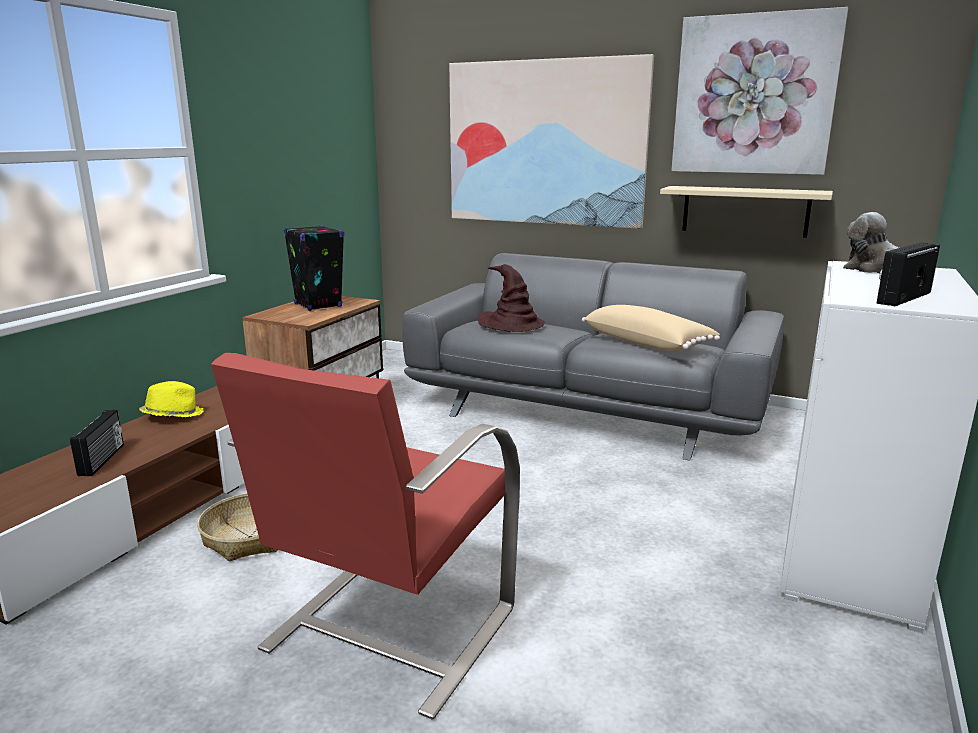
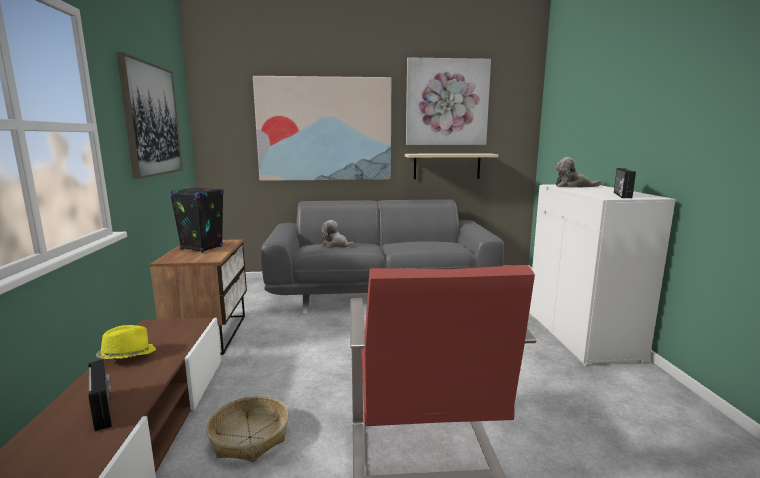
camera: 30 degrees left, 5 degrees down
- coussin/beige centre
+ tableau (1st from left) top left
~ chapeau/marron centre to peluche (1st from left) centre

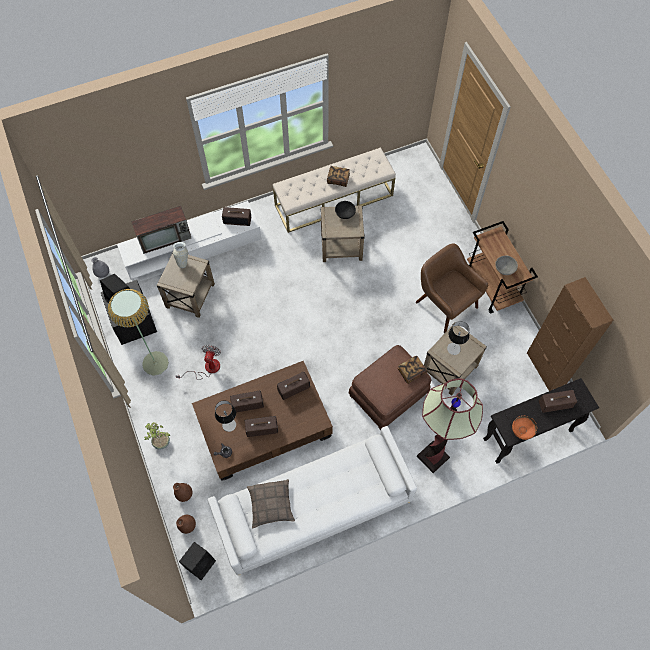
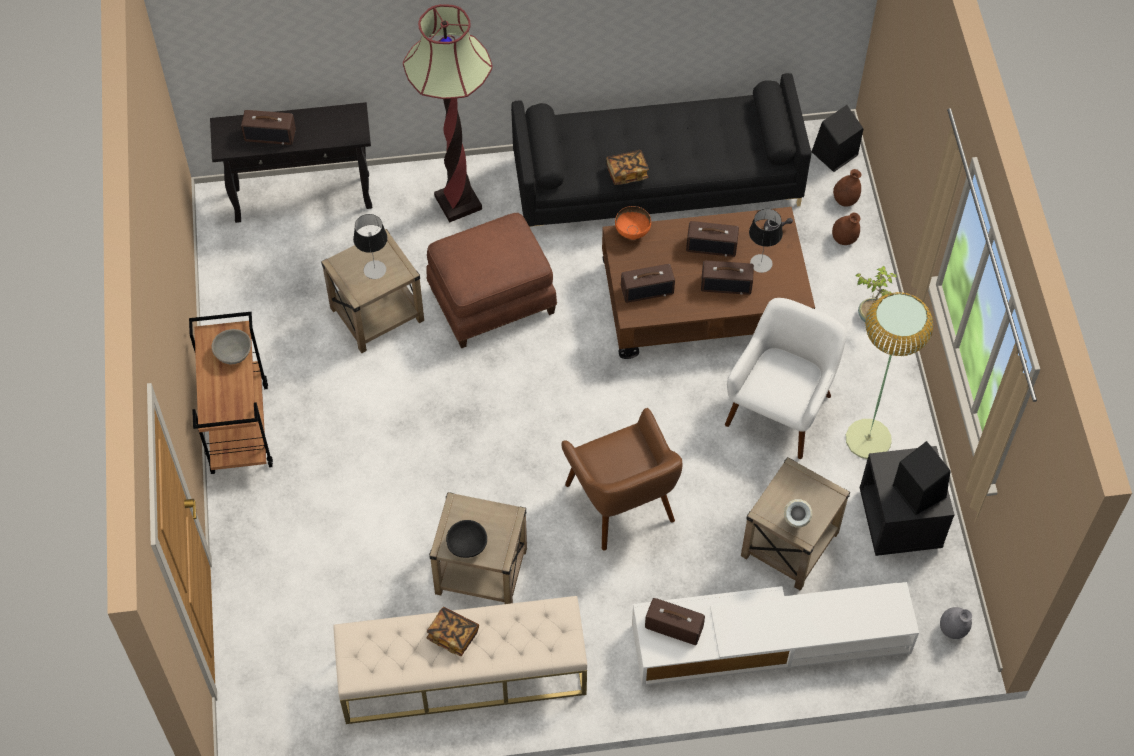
camera: 165 degrees left, 5 degrees down
- téléviseur middle left
- coussin bottom centre
- meuble de rangement/marron middle right
~ livre (2nd from left) centre to top centre
~ fauteuil/marron middle right to centre
~ bol/orange middle right to top centre
~ ventilateur middle left to fauteuil/blanc middle right
~ canapé/blanc bottom centre to canapé/noir top centre

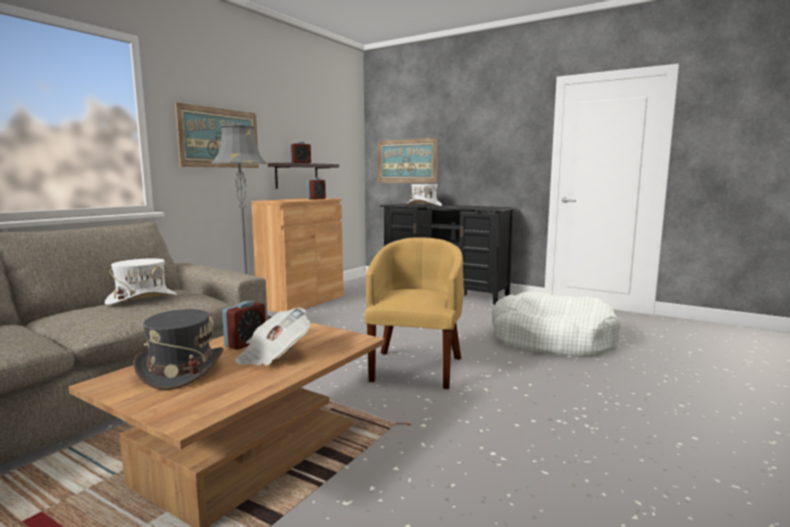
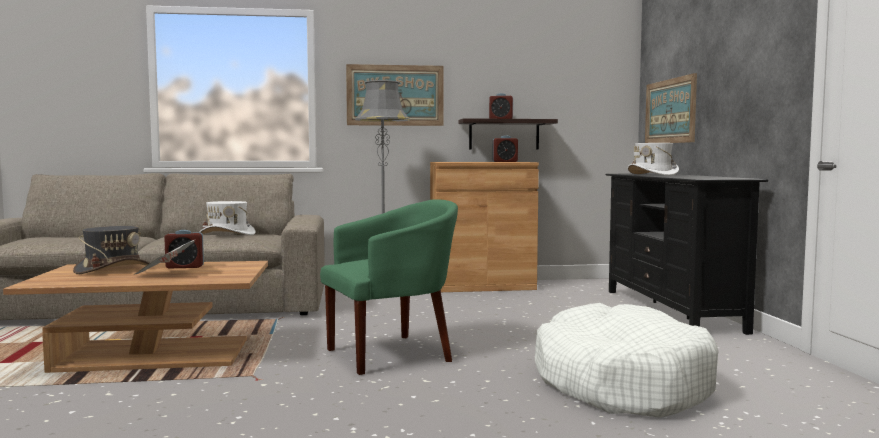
camera: 50 degrees right, 5 degrees down
~ fauteuil/jaune centre to fauteuil/vert centre

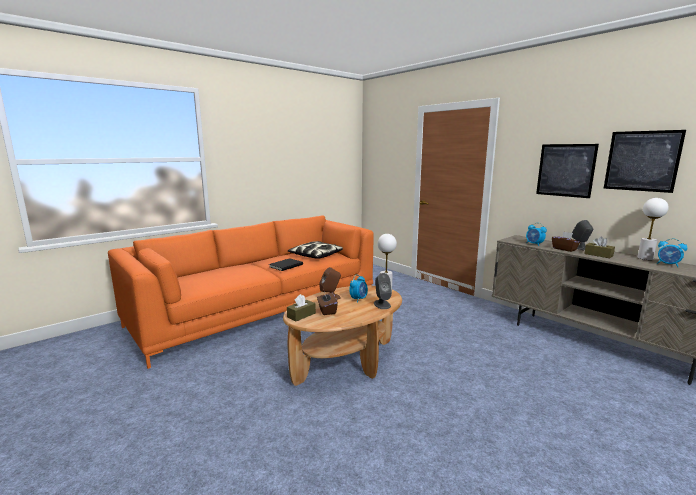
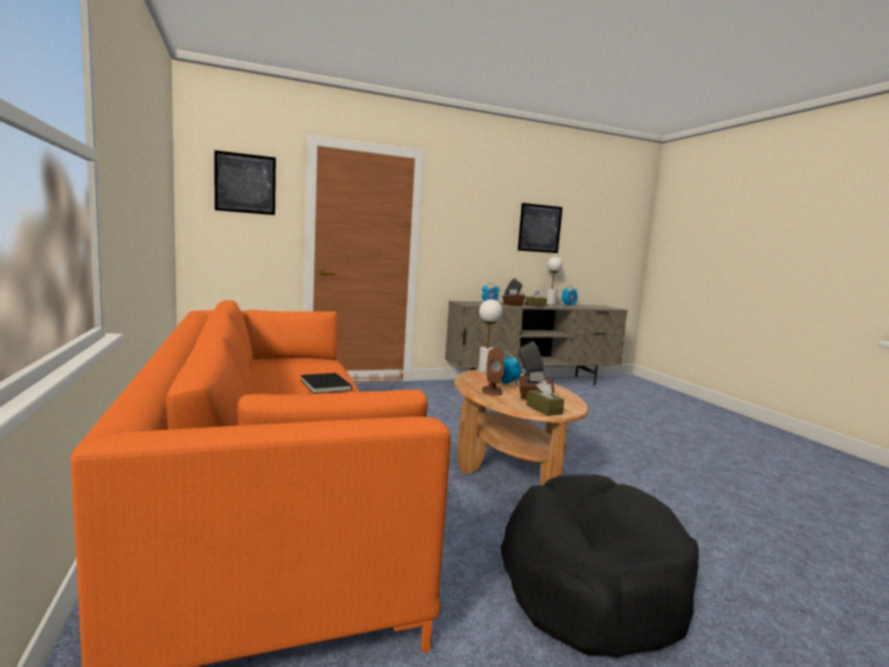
camera: 70 degrees left, 5 degrees down
- coussin centre
+ panier pour chien/noir bottom right
~ tableau (1st from left) middle right to top left

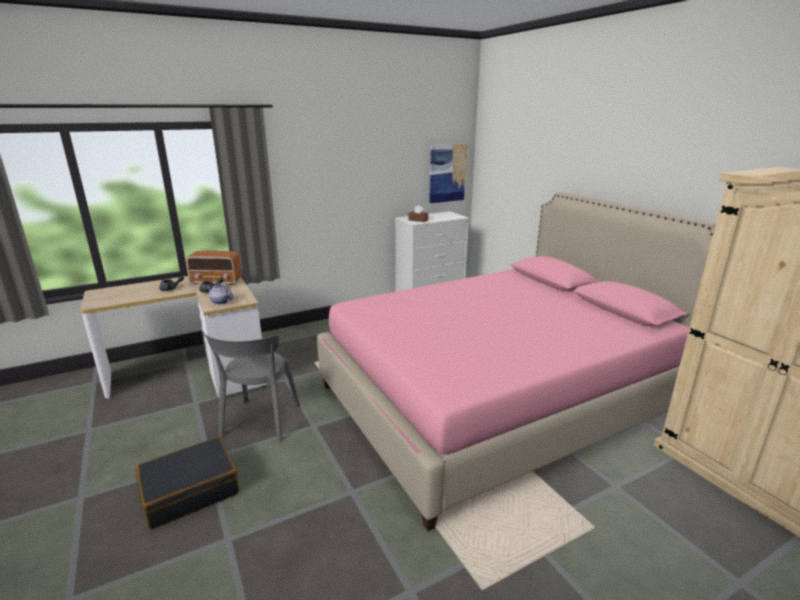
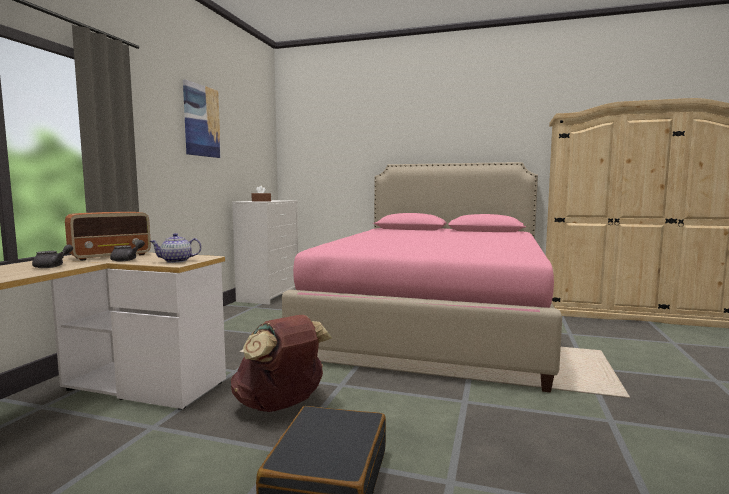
camera: 45 degrees left, 15 degrees down
~ tableau top centre to top left
~ chaise/gris middle left to sac à dos/marron bottom centre

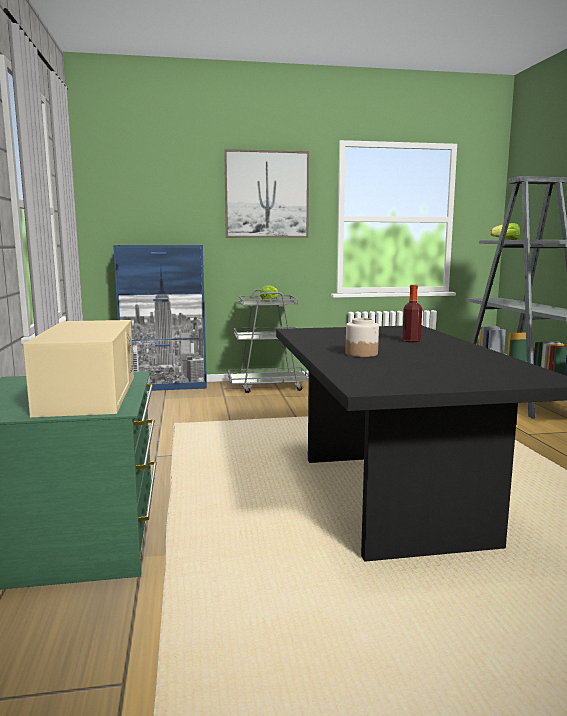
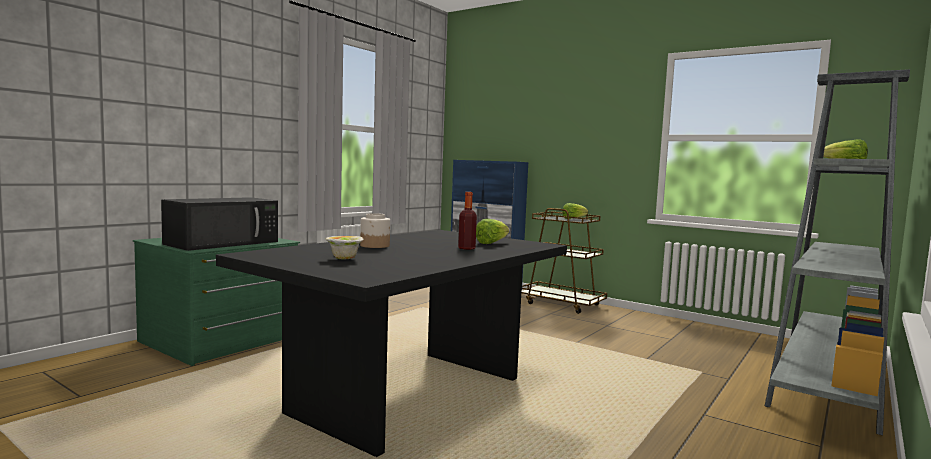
camera: 45 degrees right, 5 degrees down
- tableau top centre
+ bol centre
+ laitue (1st from left) centre
~ micro-ondes/beige middle left to micro-ondes/noir middle left
~ chariot/gris centre to chariot/marron centre

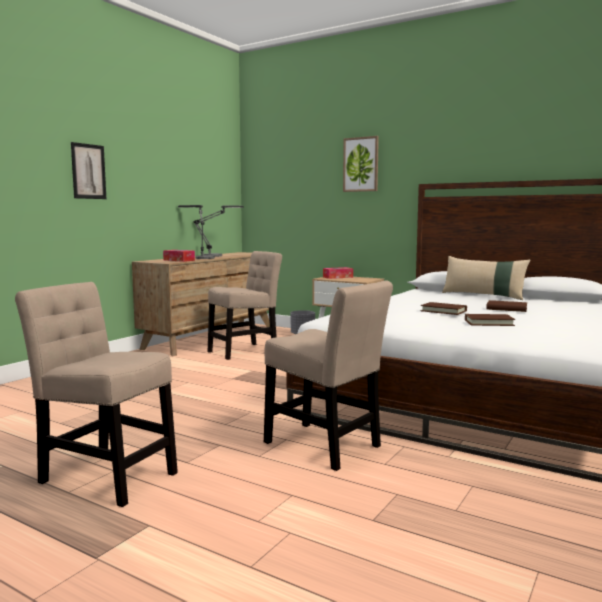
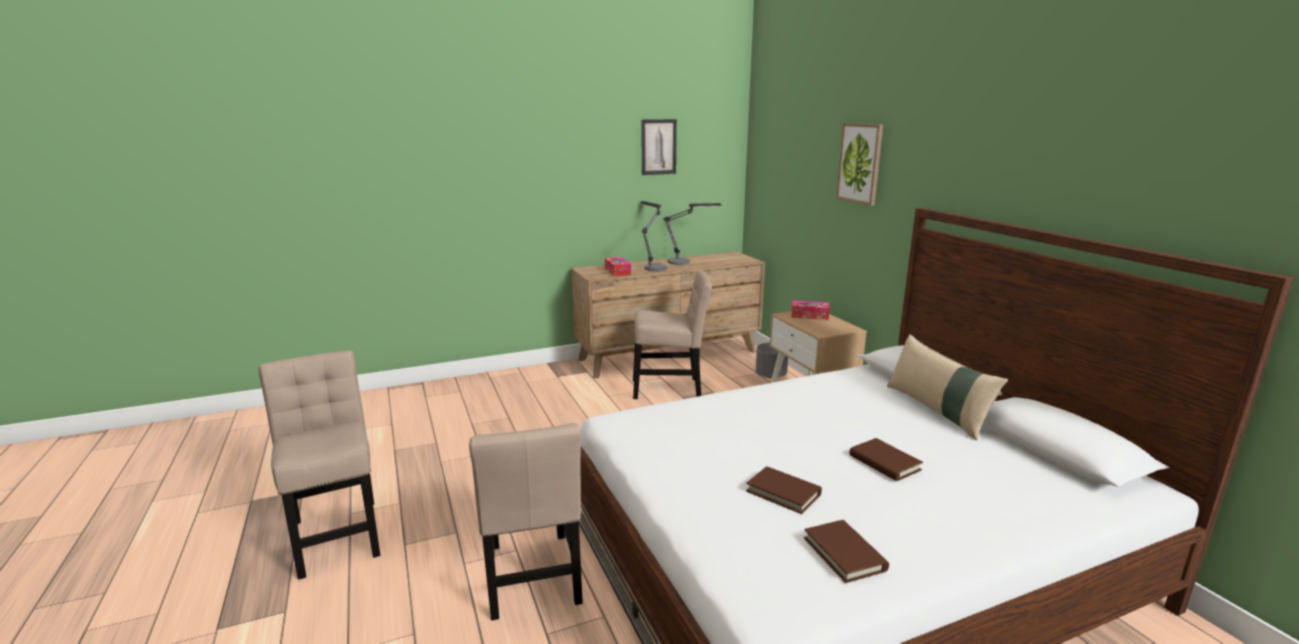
camera: 35 degrees right, 10 degrees up
~ tableau (1st from left) top left to top centre
~ livre/marron (1st from left in the first image) middle right to livre/marron (2nd from left) bottom centre

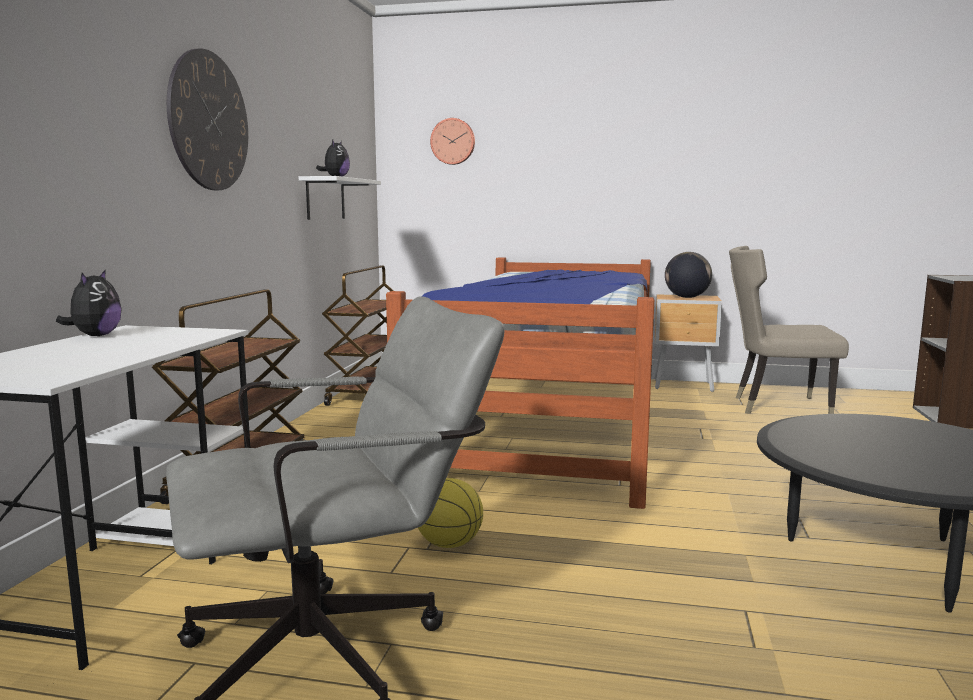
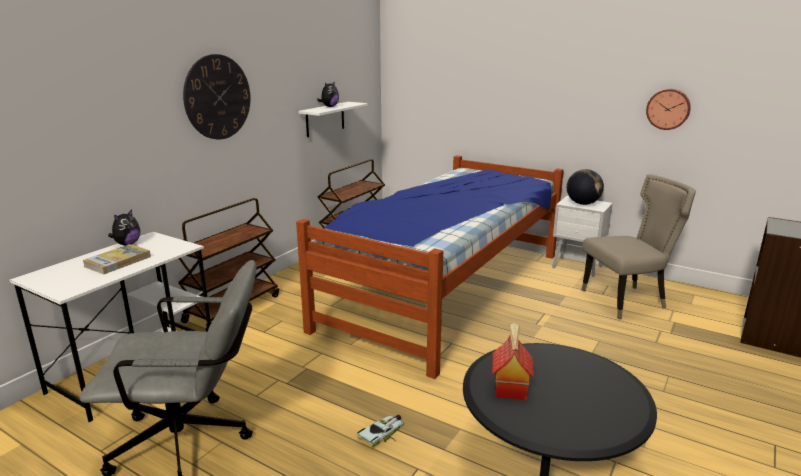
camera: 20 degrees right, 10 degrees up
- ballon de basket bottom centre
+ livre middle left
+ petite voiture bottom centre
+ maison miniature bottom centre
~ horloge murale (2nd from left) top centre to top right
~ table de chevet/marron middle right to table de chevet/blanc middle right
~ chaise/beige middle right = middle right 135 degrees clockwise

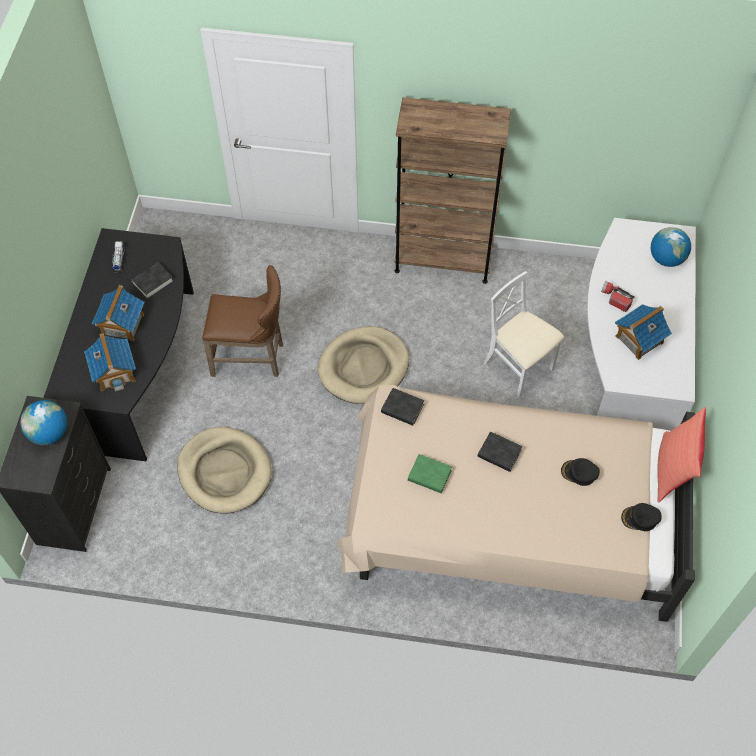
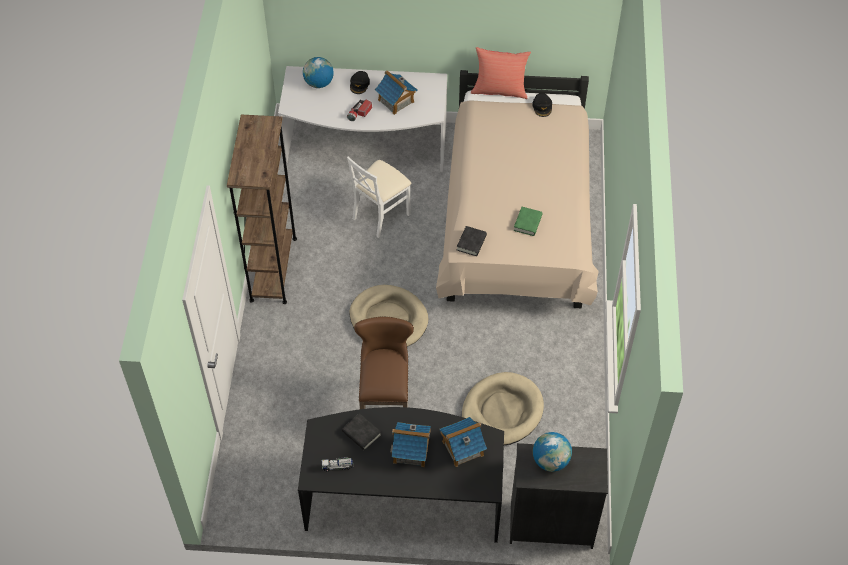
camera: 95 degrees left, 5 degrees down
- livre/noir (3rd from left) centre
~ casquette/noir (1st from left) middle right to top centre

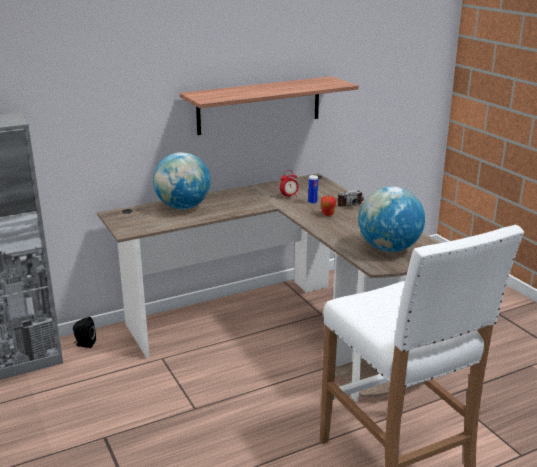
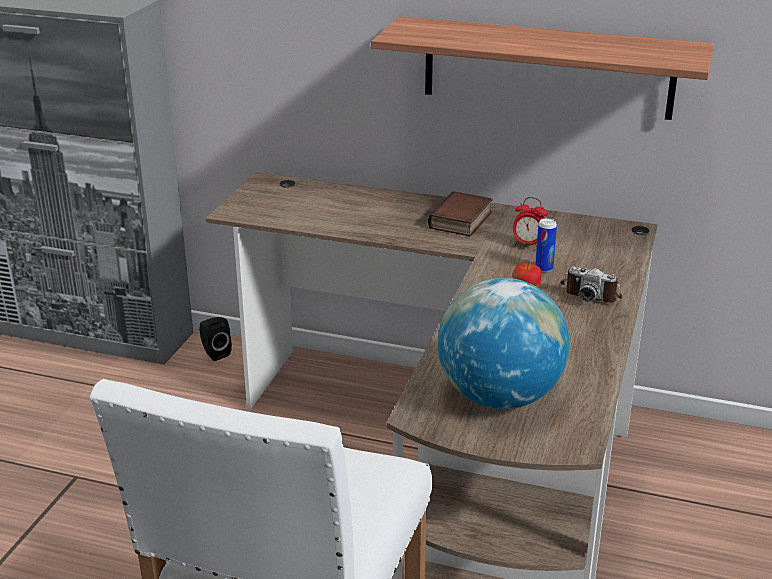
camera: 45 degrees right, 5 degrees up
- globe (1st from left) centre
+ livre centre

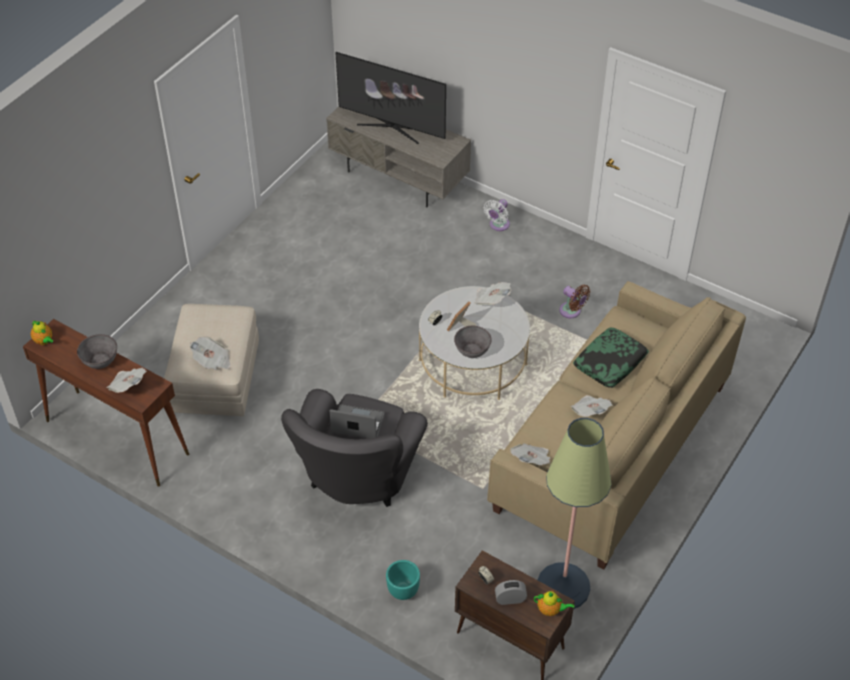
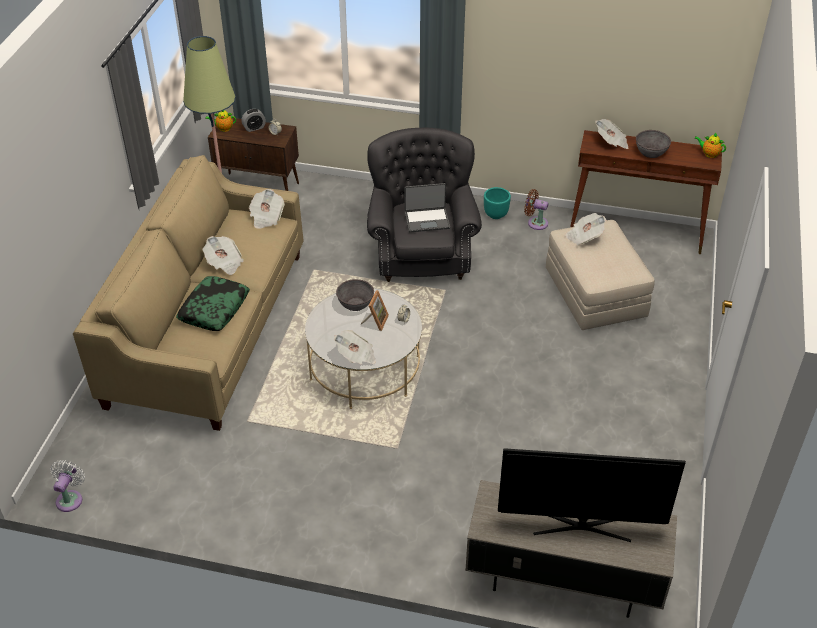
camera: 160 degrees right, 5 degrees down
~ cache-pot/turquoise bottom centre to top centre
~ ventilateur/blanc top centre to bottom left
~ ventilateur/marron middle right to top centre

